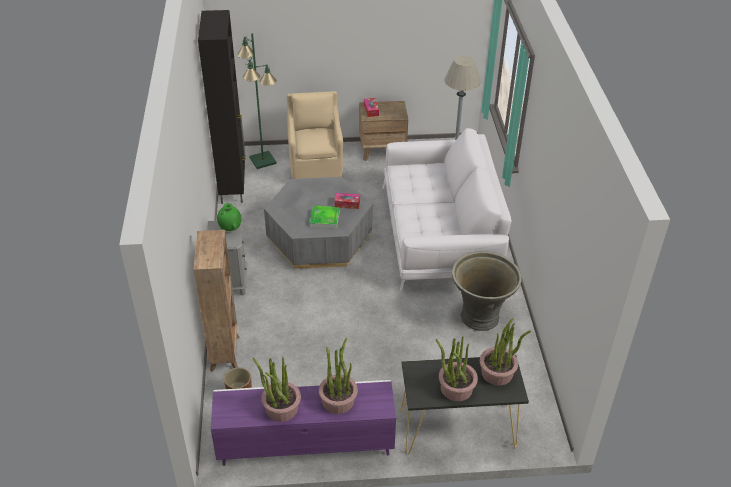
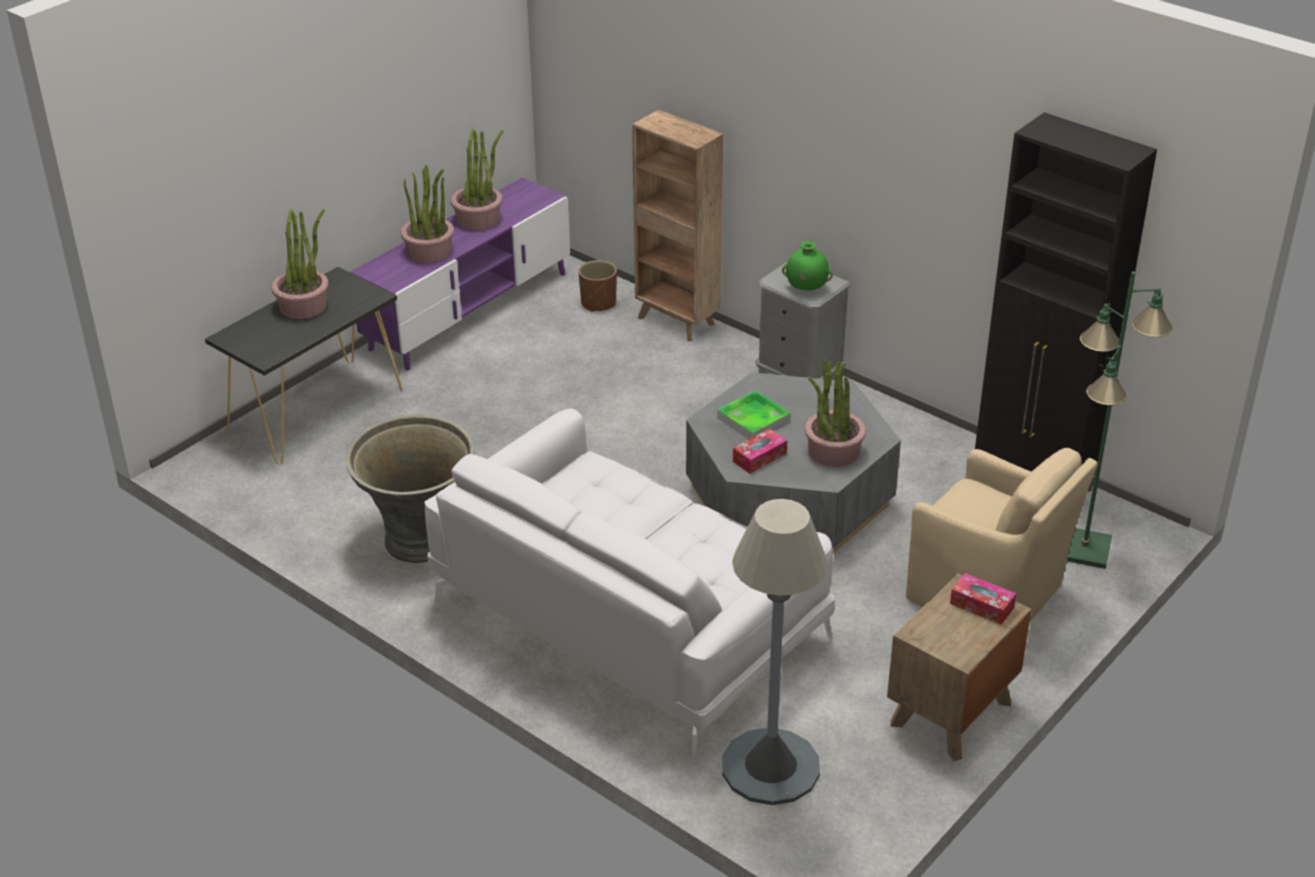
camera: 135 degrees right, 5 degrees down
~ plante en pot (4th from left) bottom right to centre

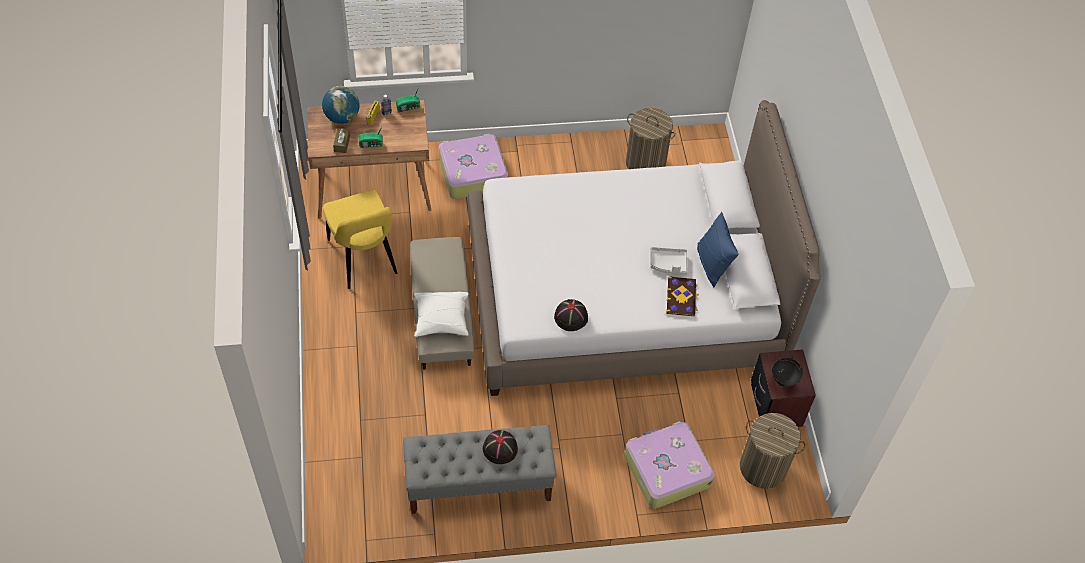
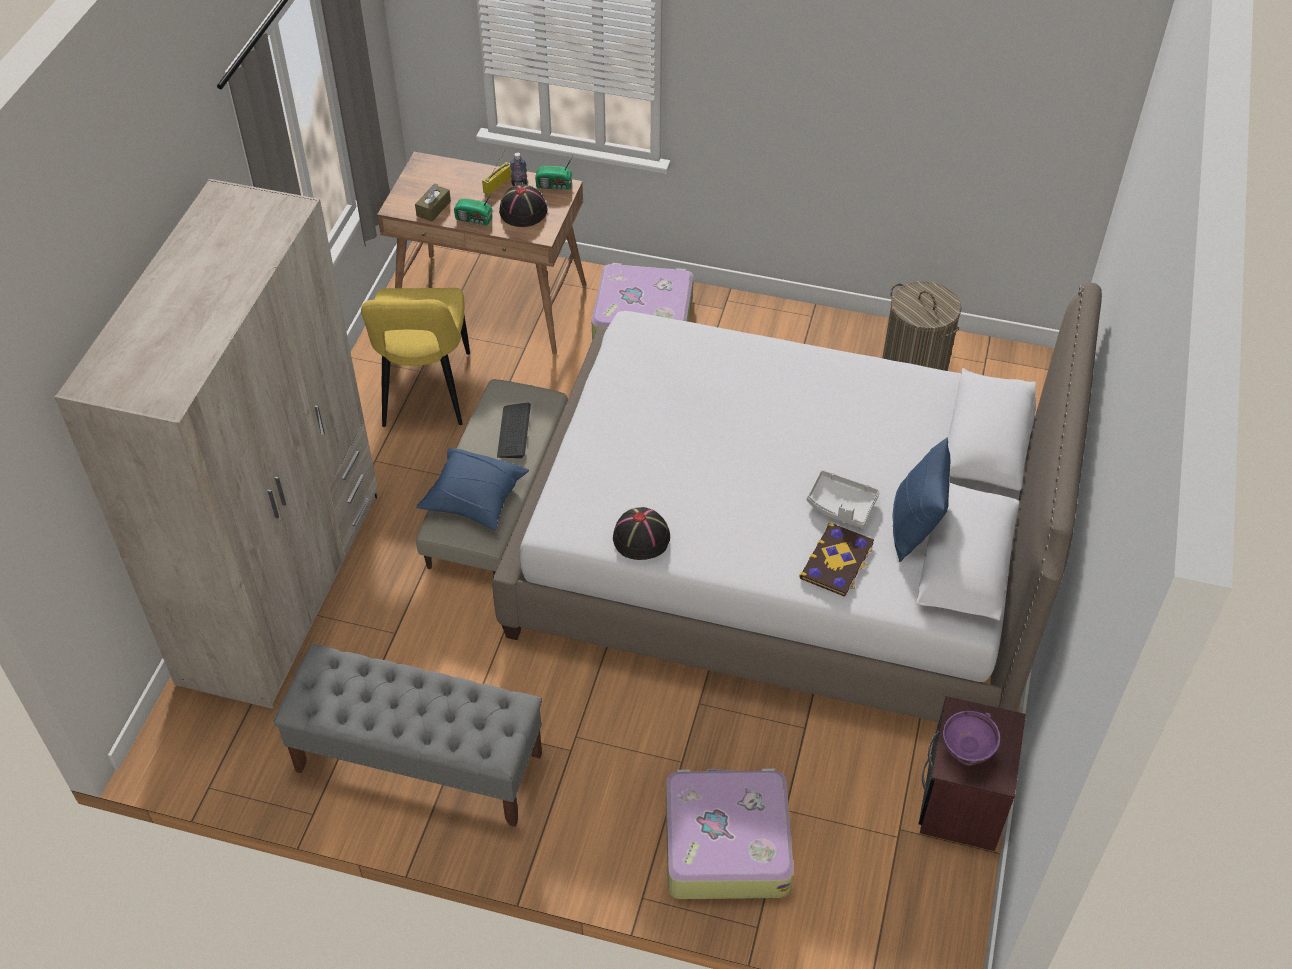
camera: 25 degrees right, 5 degrees down
- globe top left
- panier à linge (2nd from left) bottom right
+ armoire/beige middle left
+ clavier centre
~ chapeau/noir (1st from left) bottom centre to top centre
~ coussin/blanc centre to coussin/bleu (1st from left) centre
~ bol/noir middle right to bol/violet bottom right

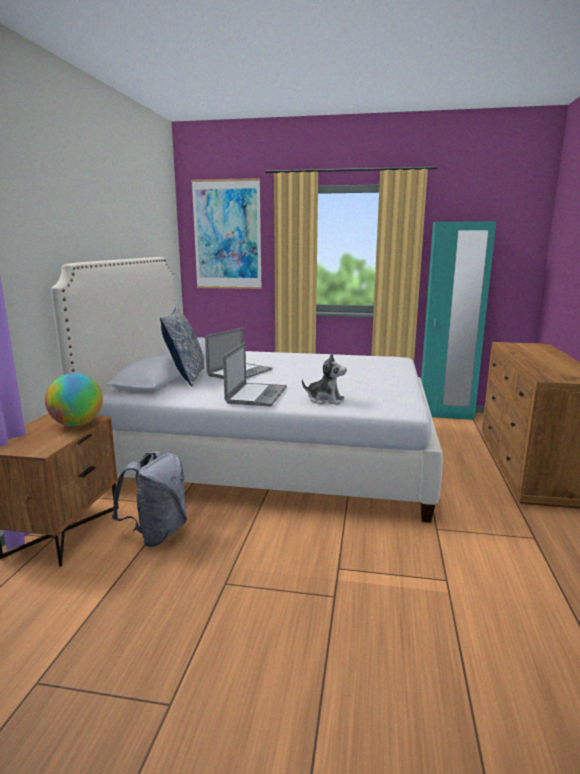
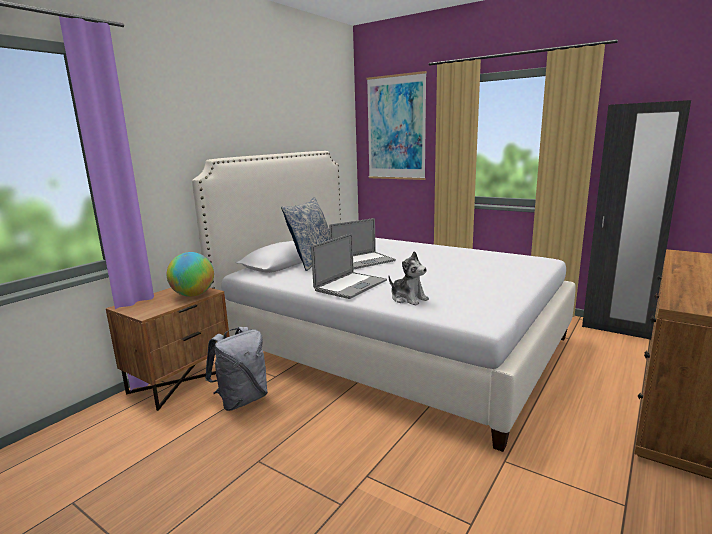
camera: 25 degrees right, 0 degrees up
~ armoire/turquoise middle right to armoire/noir middle right

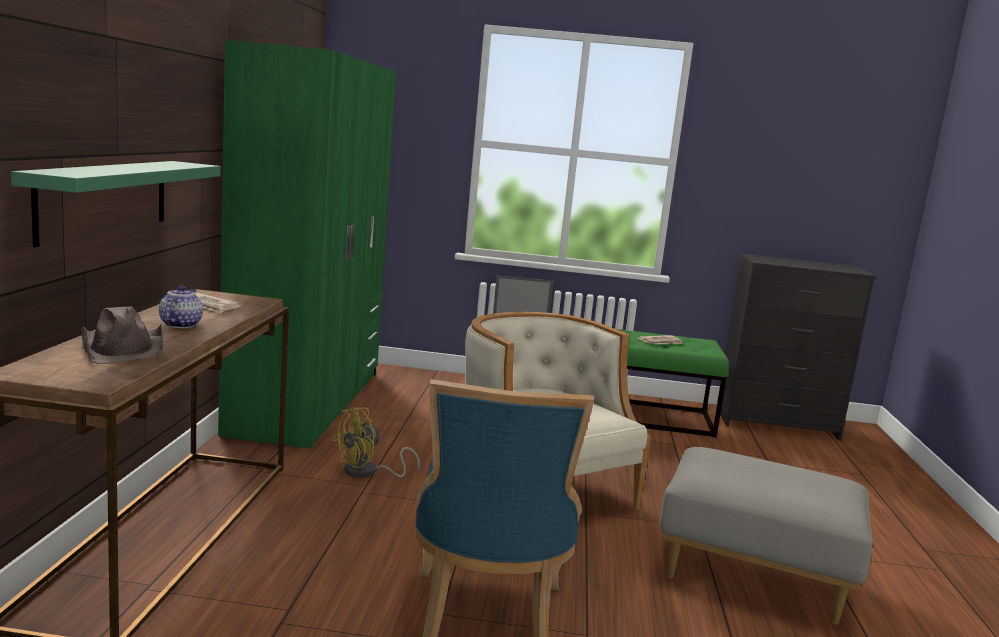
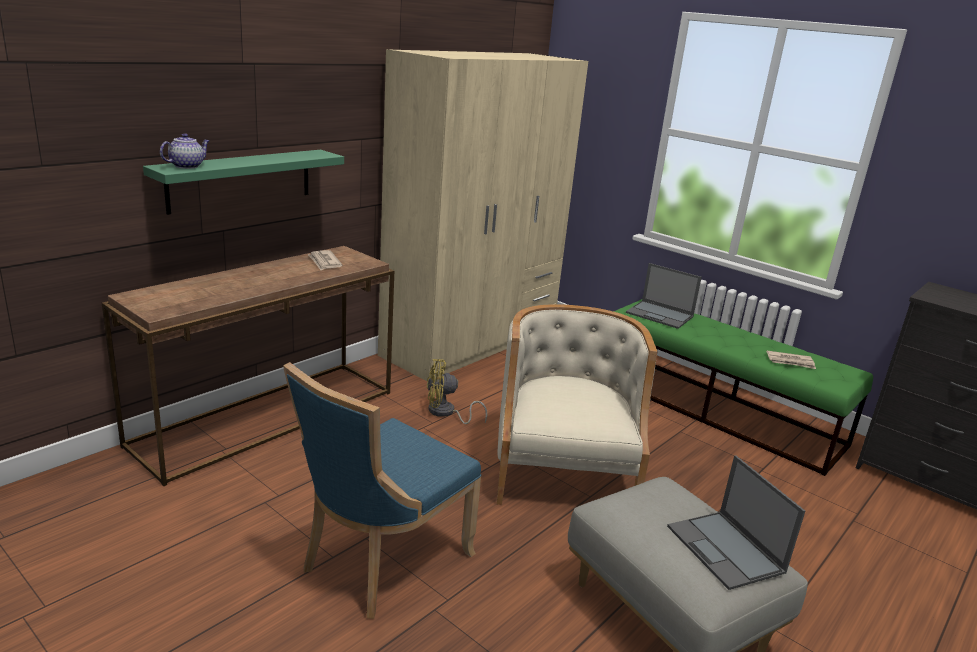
camera: 35 degrees right, 10 degrees up
- chapeau/marron middle left
+ ordinateur portable (2nd from left) bottom right
~ théière middle left to top left
~ armoire/vert middle left to armoire/beige top centre

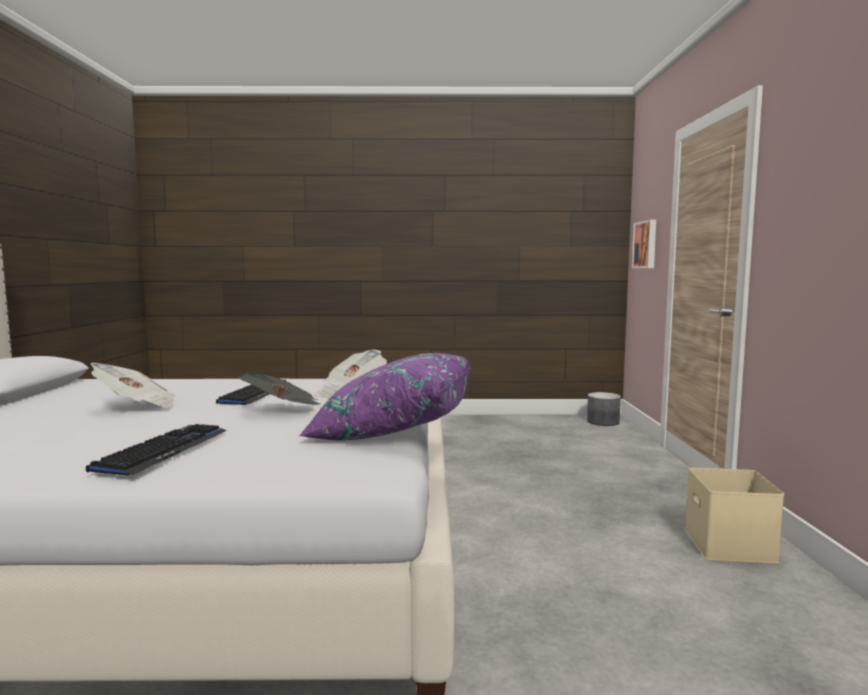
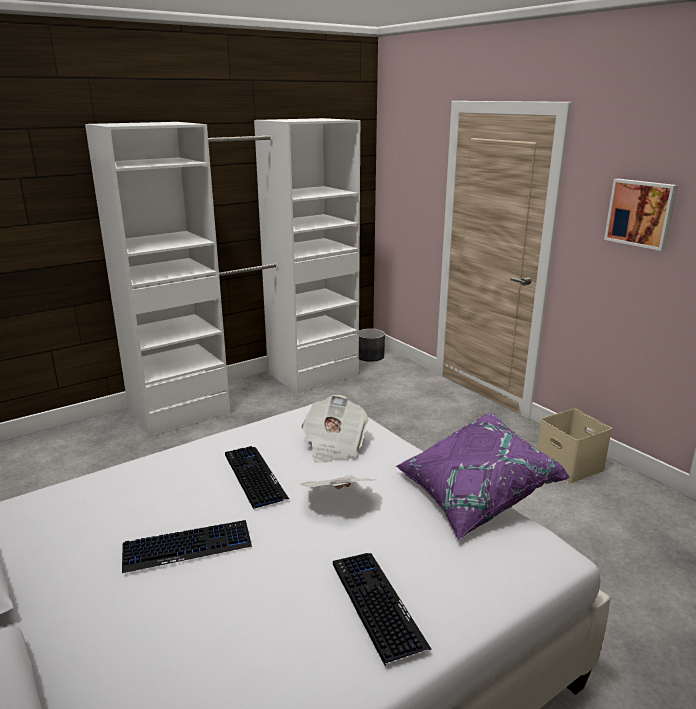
camera: 35 degrees left, 15 degrees up
+ armoire/blanc middle left
~ tableau middle right to top right
~ journal (1st from left) middle left to clavier (1st from left) bottom left

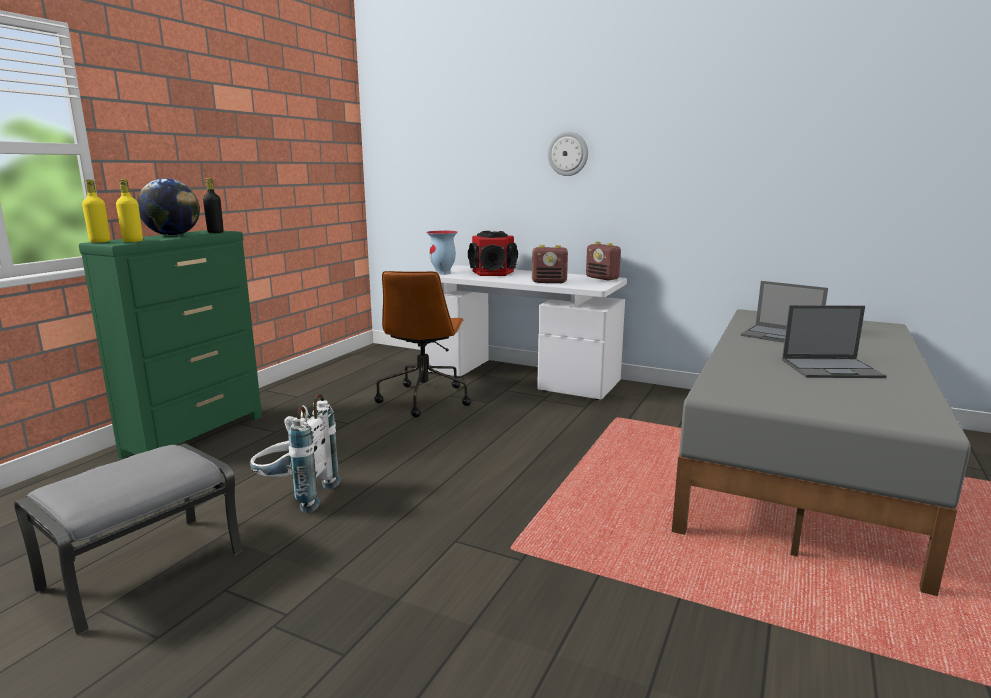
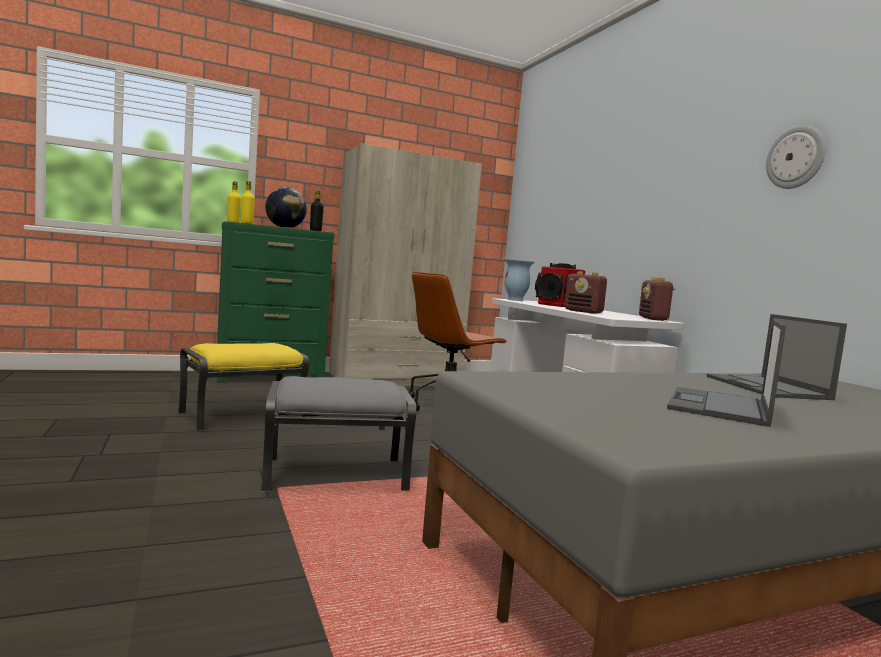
camera: 40 degrees right, 10 degrees down
+ armoire/beige centre
~ pouf/gris bottom left to centre
~ horloge murale top centre to top right
~ sac à dos/blanc middle left to pouf/jaune middle left
~ ordinateur portable (2nd from left in the first image) middle right = middle right 75 degrees clockwise

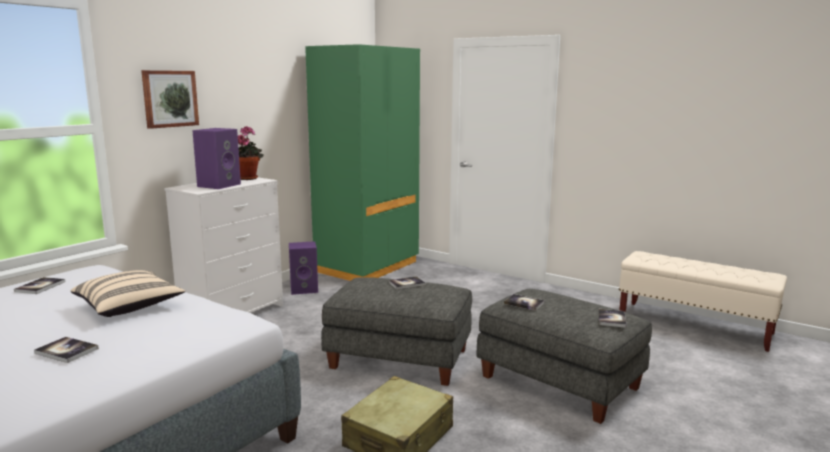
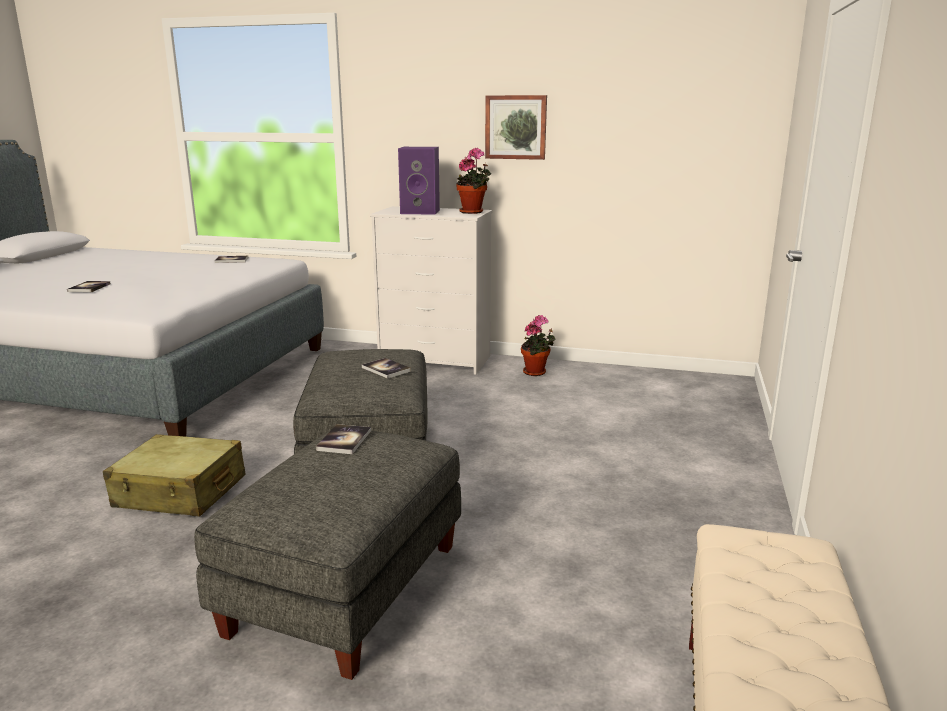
camera: 70 degrees right, 5 degrees up
- coussin/beige middle left
- armoire/vert centre
- livre (5th from left) bottom right
~ tableau top left to top centre
~ enceinte/violet (2nd from left) centre to plante en pot (2nd from left) centre

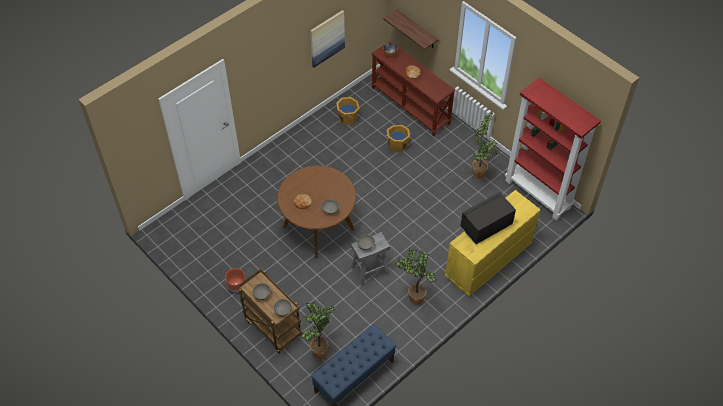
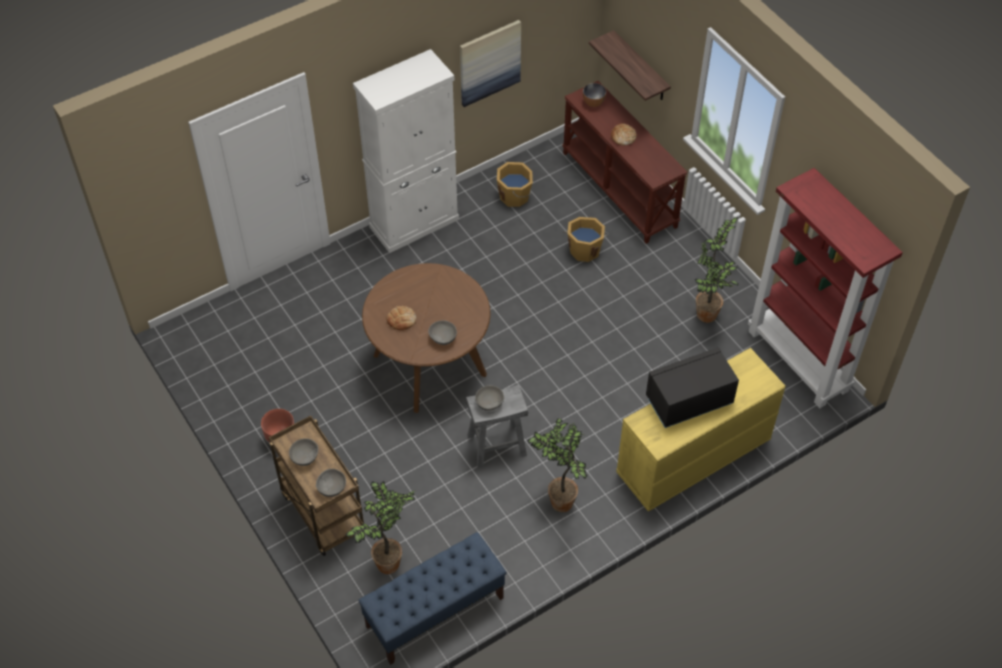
camera: 10 degrees right, 0 degrees up
+ meuble de rangement/blanc top centre

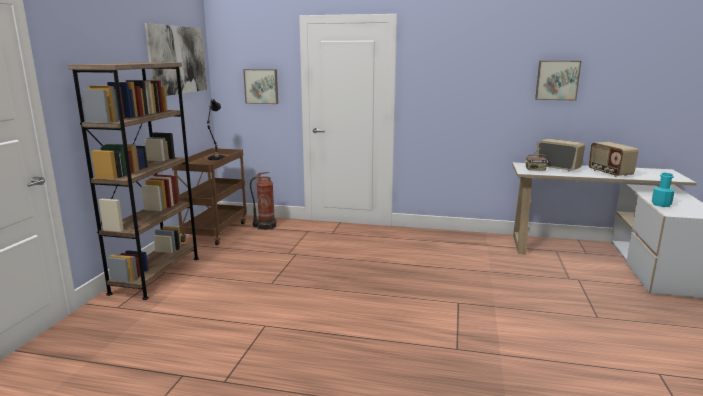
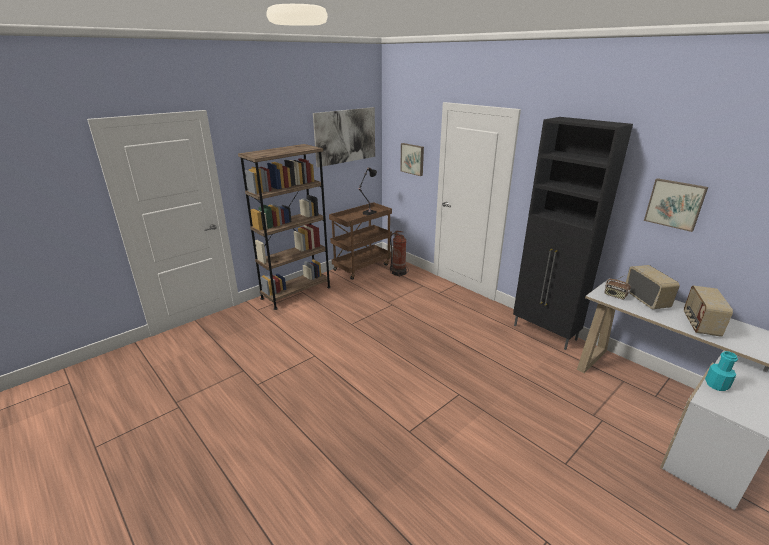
camera: 35 degrees right, 10 degrees up
+ meuble de rangement/noir middle right

